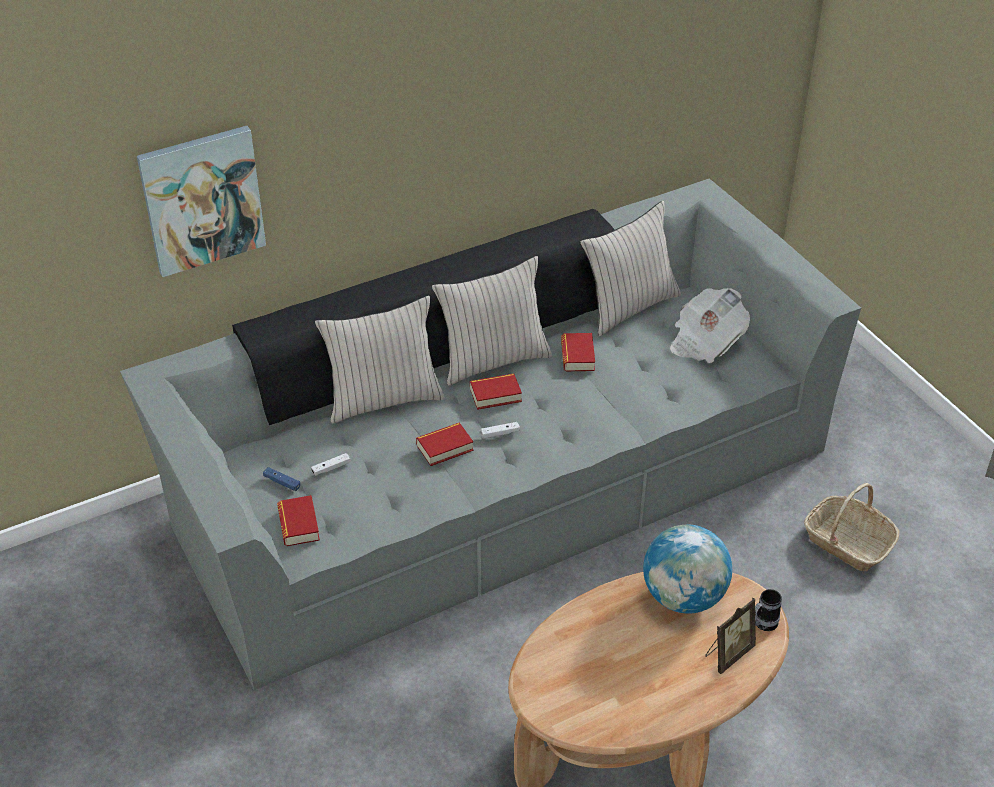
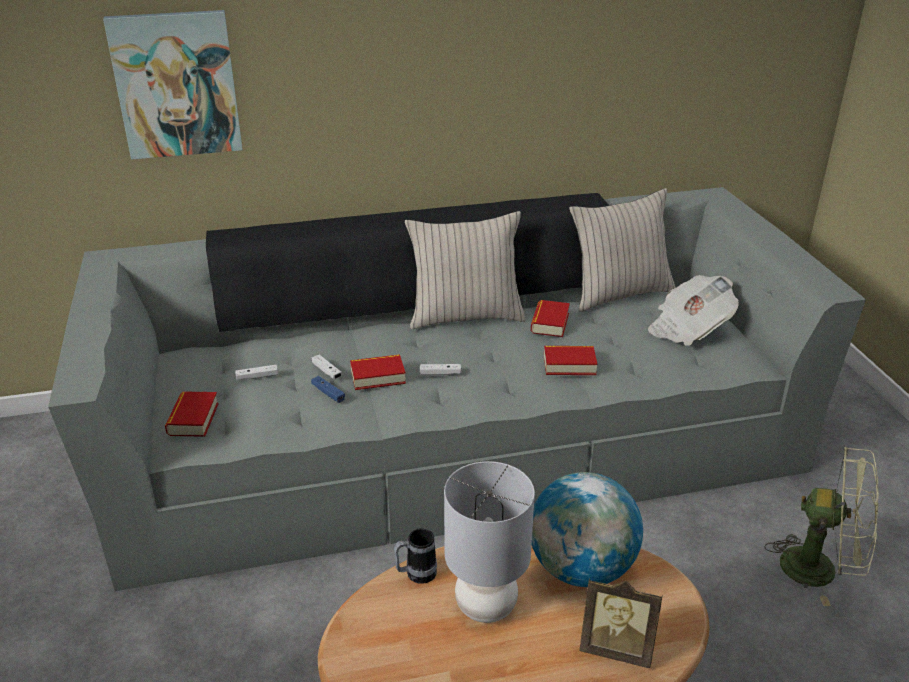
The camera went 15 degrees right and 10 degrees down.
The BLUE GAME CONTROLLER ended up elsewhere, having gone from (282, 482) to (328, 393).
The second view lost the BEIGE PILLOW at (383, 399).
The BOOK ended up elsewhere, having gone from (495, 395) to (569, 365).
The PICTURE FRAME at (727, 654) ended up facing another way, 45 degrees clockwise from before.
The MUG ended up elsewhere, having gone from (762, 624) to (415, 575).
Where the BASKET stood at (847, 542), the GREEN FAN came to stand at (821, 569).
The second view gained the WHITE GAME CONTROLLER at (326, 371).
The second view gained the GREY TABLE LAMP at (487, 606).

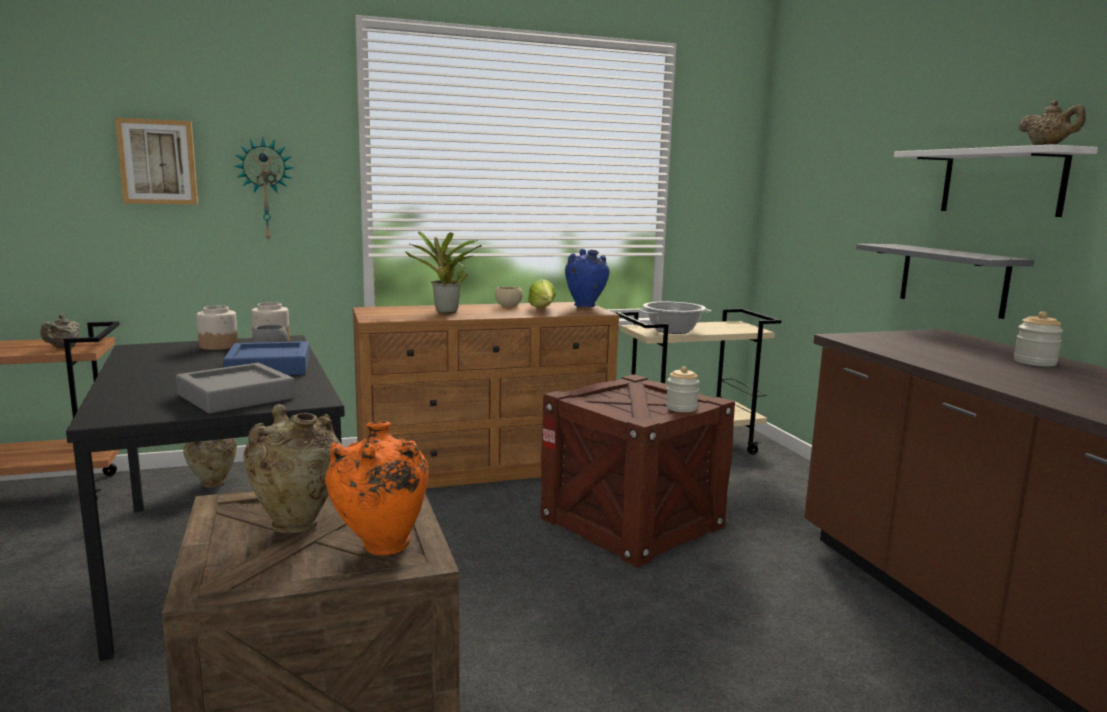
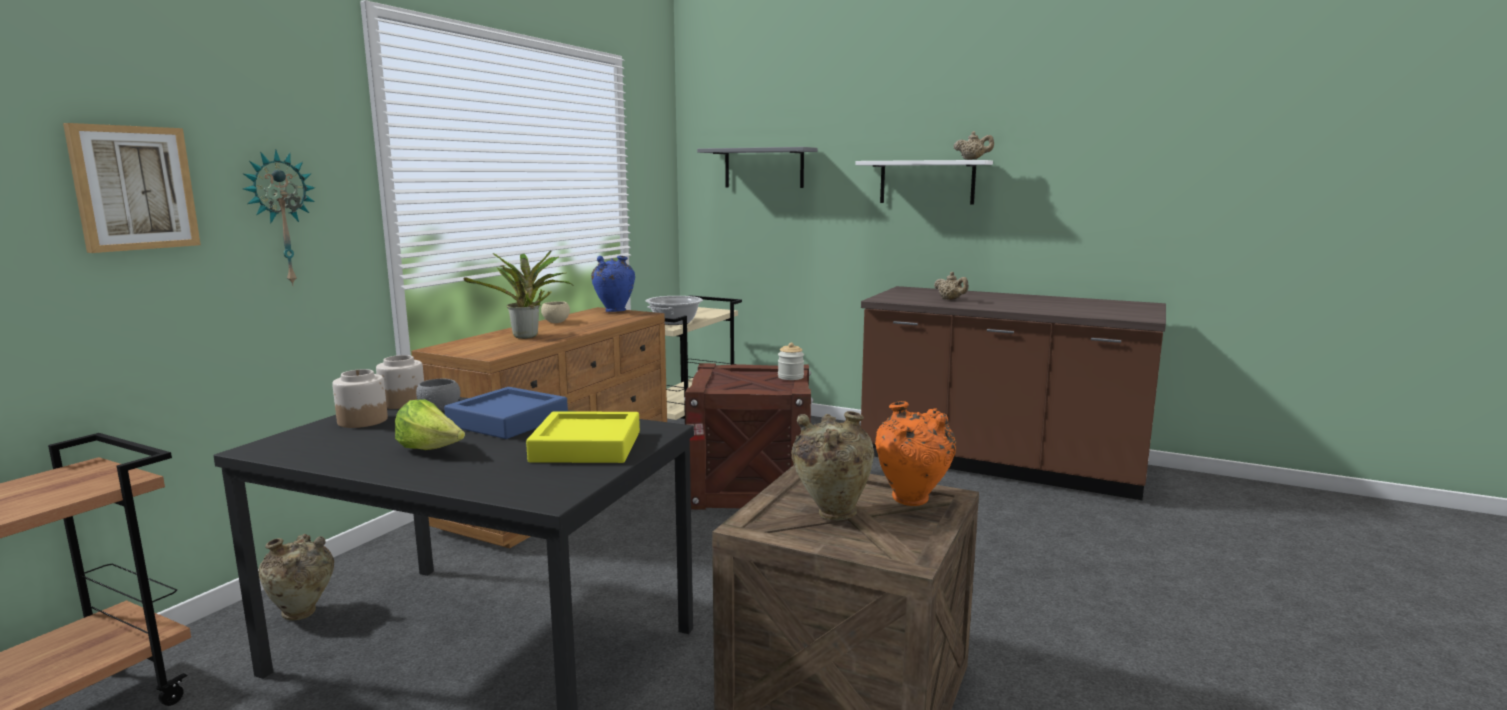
The camera went 45 degrees left and 0 degrees up.
The BEIGE TEAPOT ended up elsewhere, having gone from (63, 348) to (950, 300).
What was the GREY TRAY at (236, 396) turned into the YELLOW TRAY at (586, 446).
The LETTUCE ended up elsewhere, having gone from (543, 309) to (431, 450).
The GREY SHELF ended up elsewhere, having gone from (952, 279) to (764, 168).
The second view lost the JAR at (1034, 362).

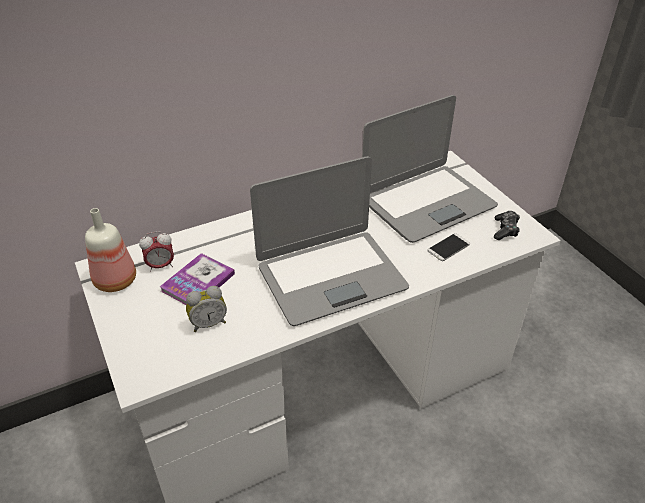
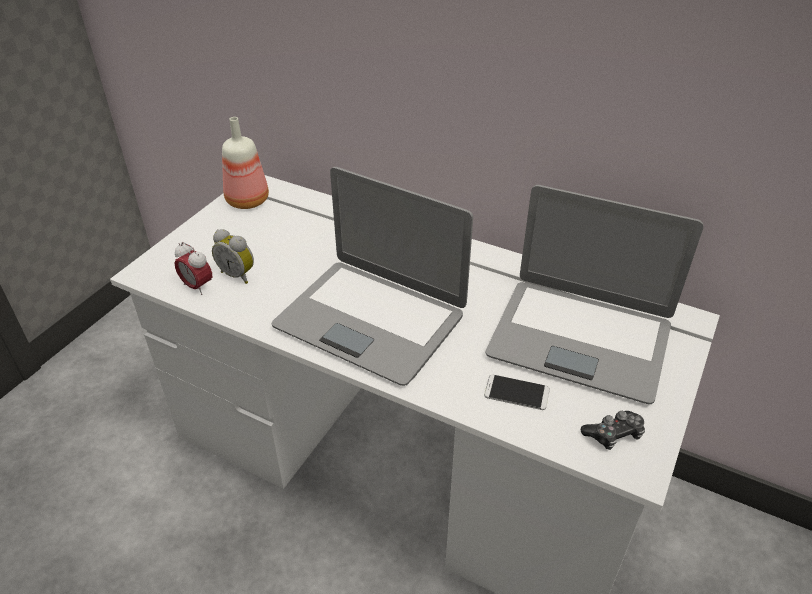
The camera went 55 degrees right and 0 degrees up.
The ALARM CLOCK ended up elsewhere, having gone from (161, 266) to (197, 286).
The second view lost the BOOK at (198, 282).

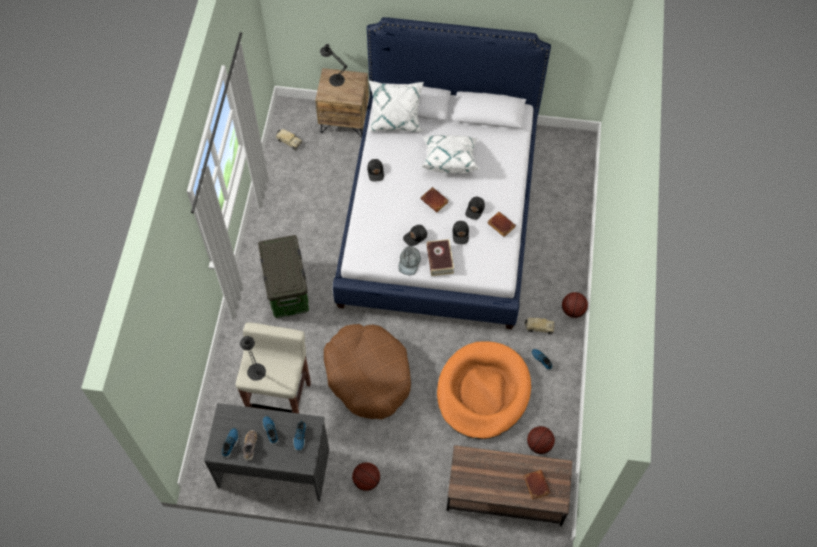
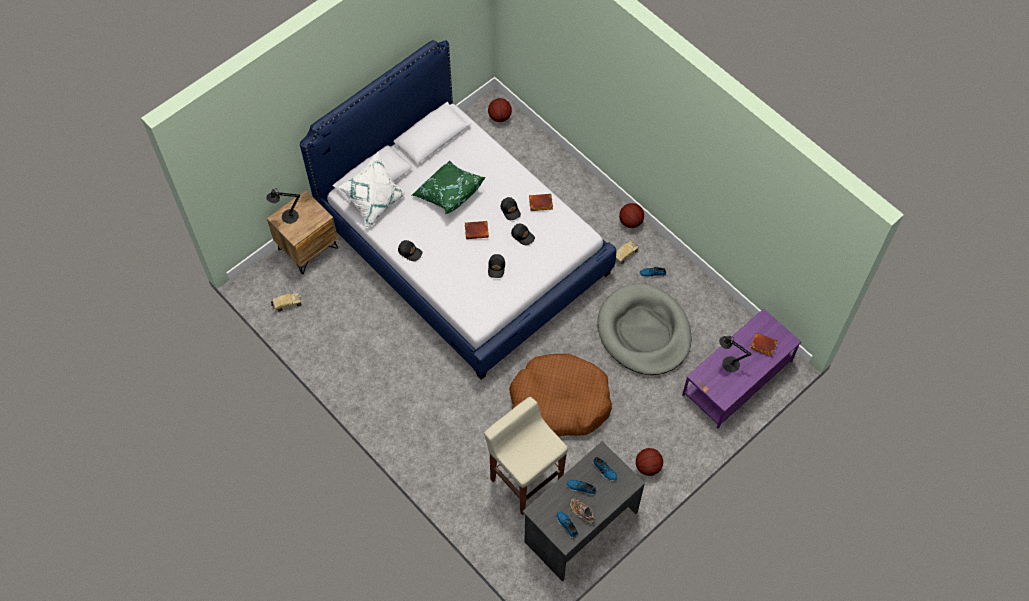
The camera went 50 degrees left and 0 degrees up.
The BLACK TABLE LAMP ended up elsewhere, having gone from (255, 369) to (728, 363).
The second view lost the STORAGE BOX at (288, 291).
The second view lost the GREY CAP at (409, 262).
What was the WHITE PILLOW at (449, 159) turned into the GREEN PILLOW at (448, 193).
The second view lost the BOOK at (439, 260).
What was the ORANGE DOG BED at (483, 392) turned into the GREY DOG BED at (644, 332).
What was the BROWN COFFEE TABLE at (505, 493) turned into the PURPLE COFFEE TABLE at (737, 378).
The BASKETBALL ended up elsewhere, having gone from (539, 444) to (500, 117).

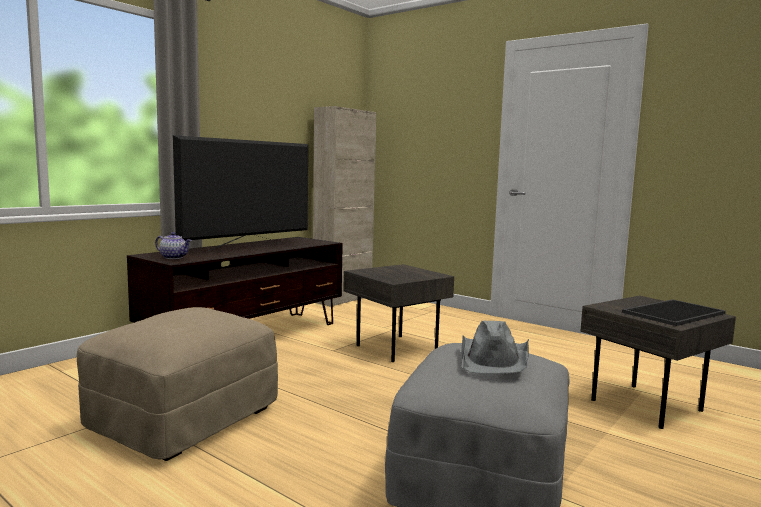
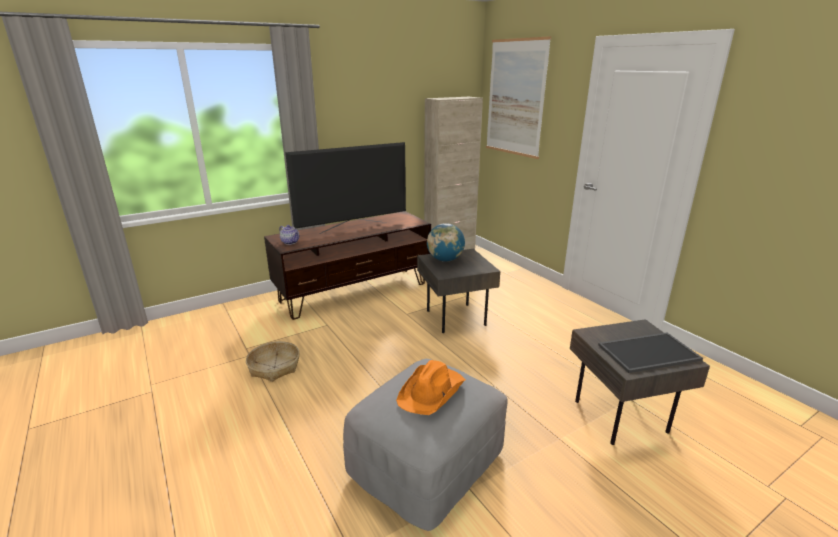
The camera went 20 degrees right and 15 degrees up.
Where the BEIGE OTTOMAN stood at (184, 418), the BASKET came to stand at (274, 367).
What was the GREY HAT at (495, 359) turned into the ORANGE HAT at (432, 391).
The second view gained the GLOBE at (445, 260).
The second view gained the PICTURE at (515, 98).

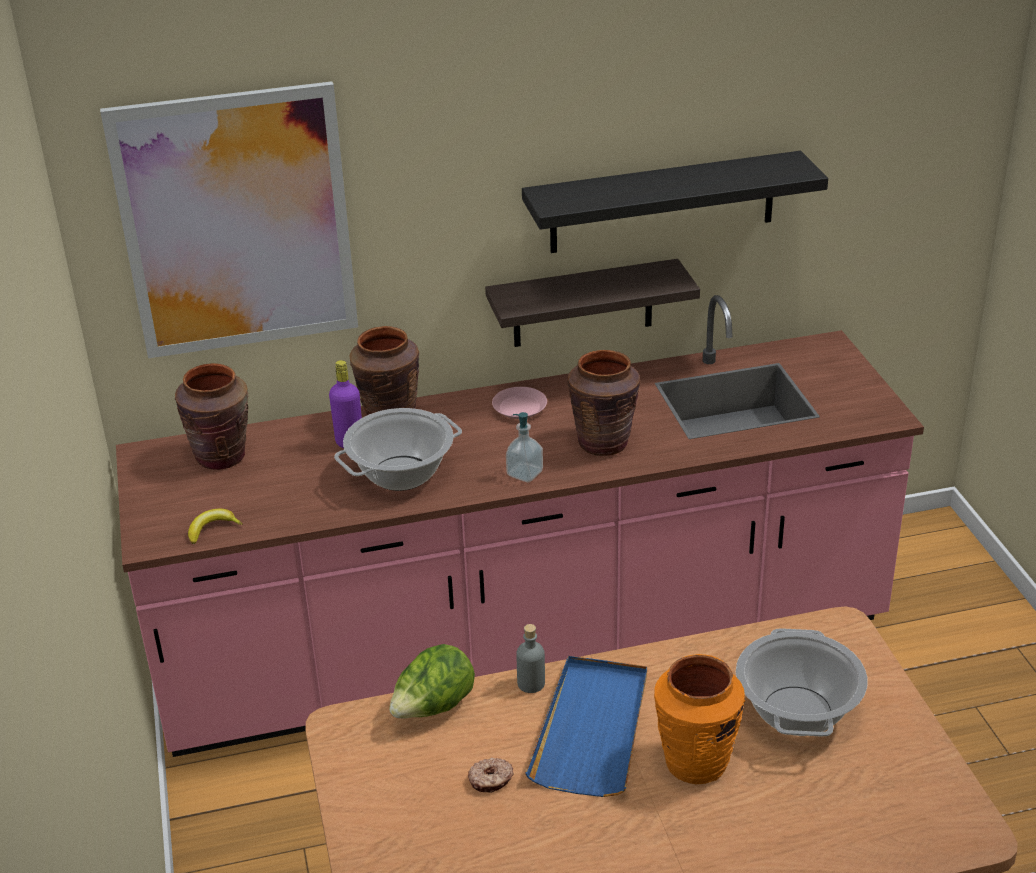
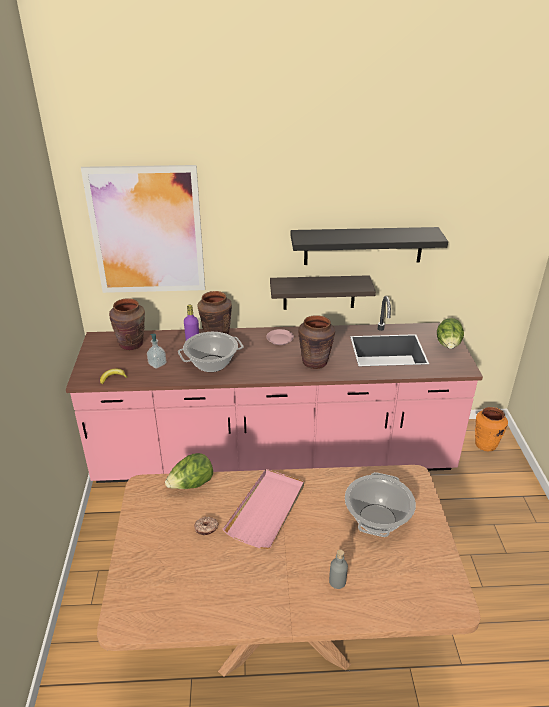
The camera went 10 degrees right and 0 degrees up.
The SOAP DISPENSER ended up elsewhere, having gone from (525, 474) to (157, 364).
The GREY BOTTLE ended up elsewhere, having gone from (531, 683) to (337, 581).
What was the BLUE TRAY at (592, 729) turned into the PINK TRAY at (267, 509).
The ORANGE VASE ended up elsewhere, having gone from (695, 762) to (485, 444).
The second view gained the LETTUCE at (448, 346).

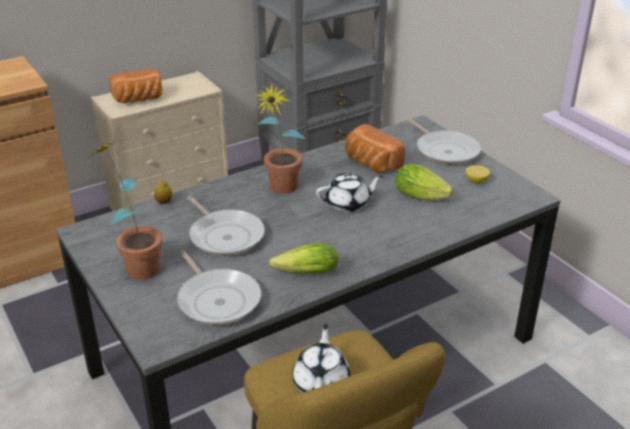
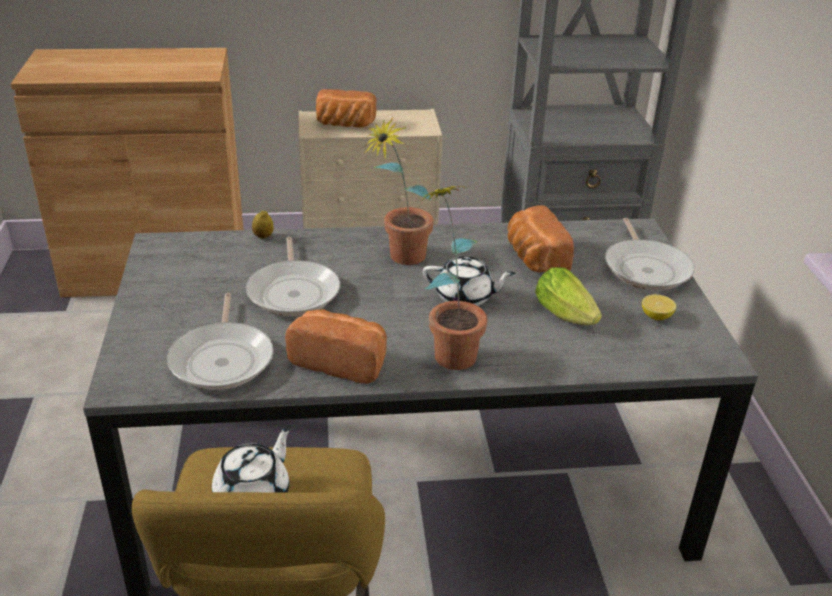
The camera went 25 degrees right and 0 degrees up.
The POTTED PLANT ended up elsewhere, having gone from (136, 265) to (449, 349).
Where the LETTUCE stood at (303, 273), the BREAD came to stand at (341, 361).

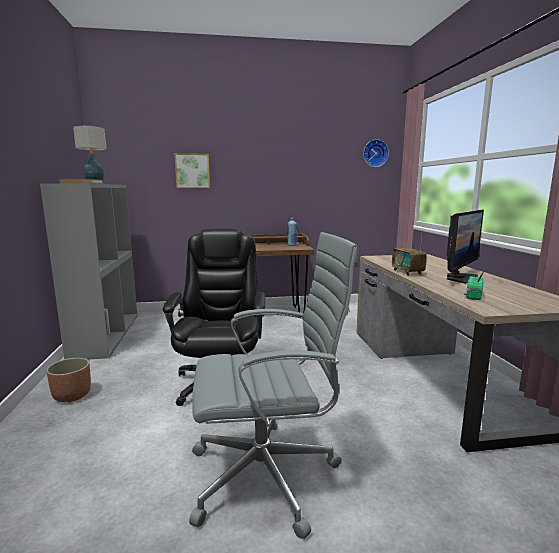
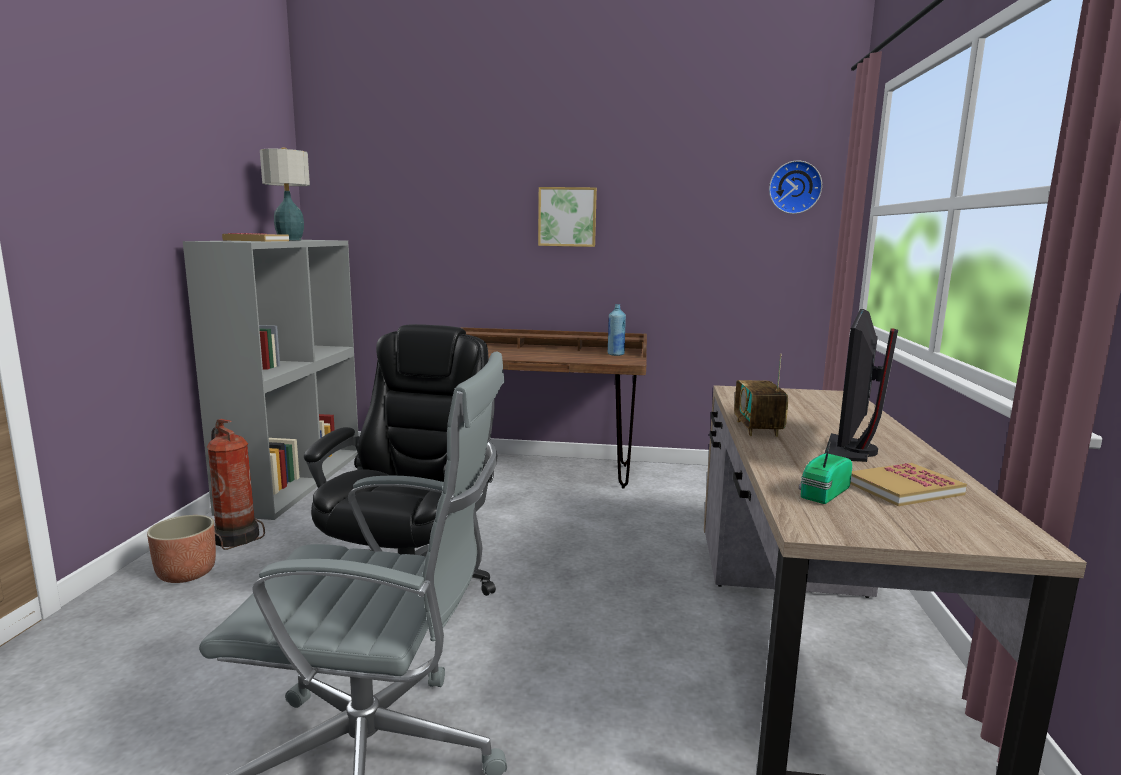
The camera went 15 degrees right and 0 degrees up.
The PICTURE ended up elsewhere, having gone from (192, 171) to (567, 217).
The MONITOR at (459, 277) ended up facing another way, 150 degrees clockwise from before.
The second view gained the FIRE EXTINGUISHER at (236, 538).
The second view gained the BOOK at (903, 488).

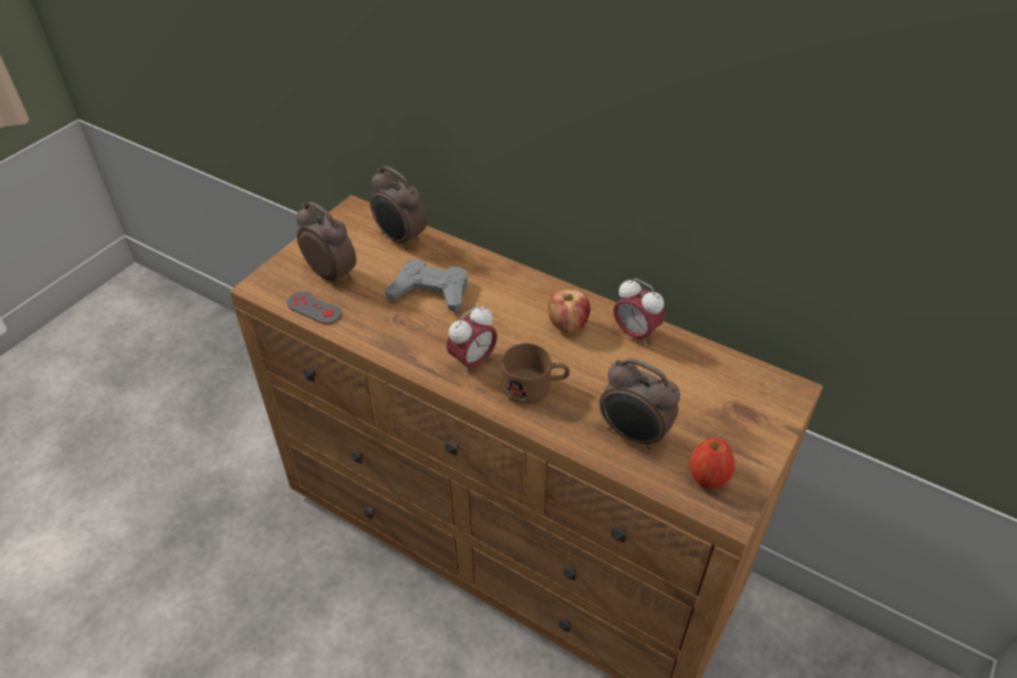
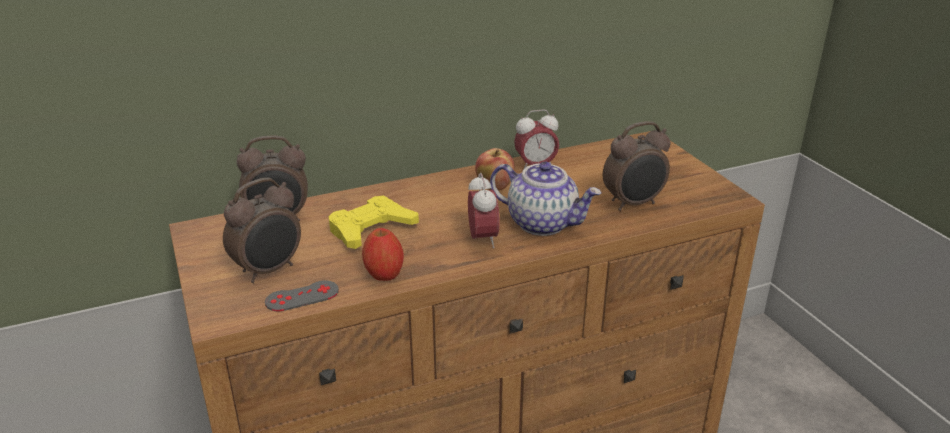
The camera went 55 degrees left and 15 degrees down.
The ALARM CLOCK at (332, 274) ended up facing another way, 150 degrees clockwise from before.
What was the GREY GAME CONTROLLER at (430, 292) turned into the YELLOW GAME CONTROLLER at (371, 229).
Where the BROWN MUG stood at (535, 387), the TEAPOT came to stand at (543, 223).
The APPLE ended up elsewhere, having gone from (708, 477) to (384, 275).

